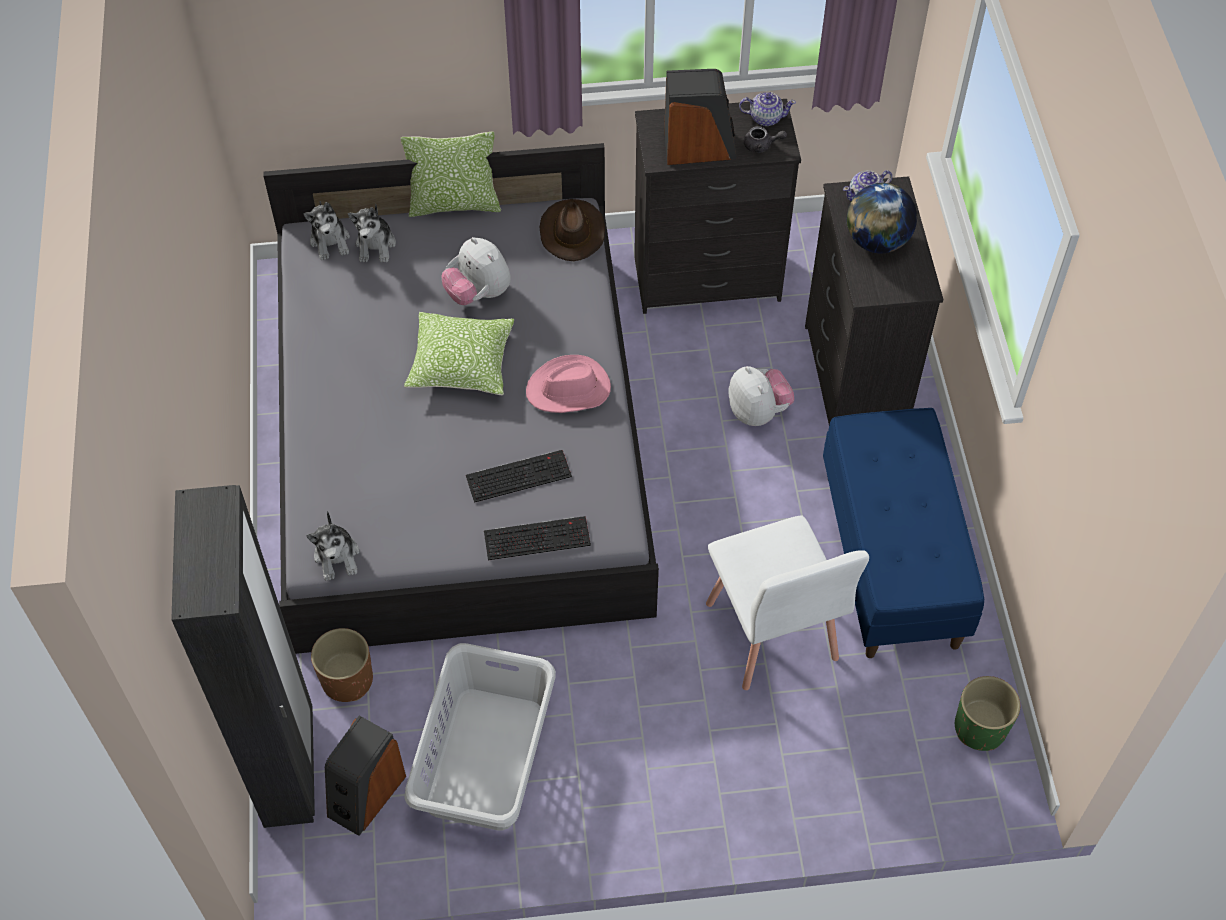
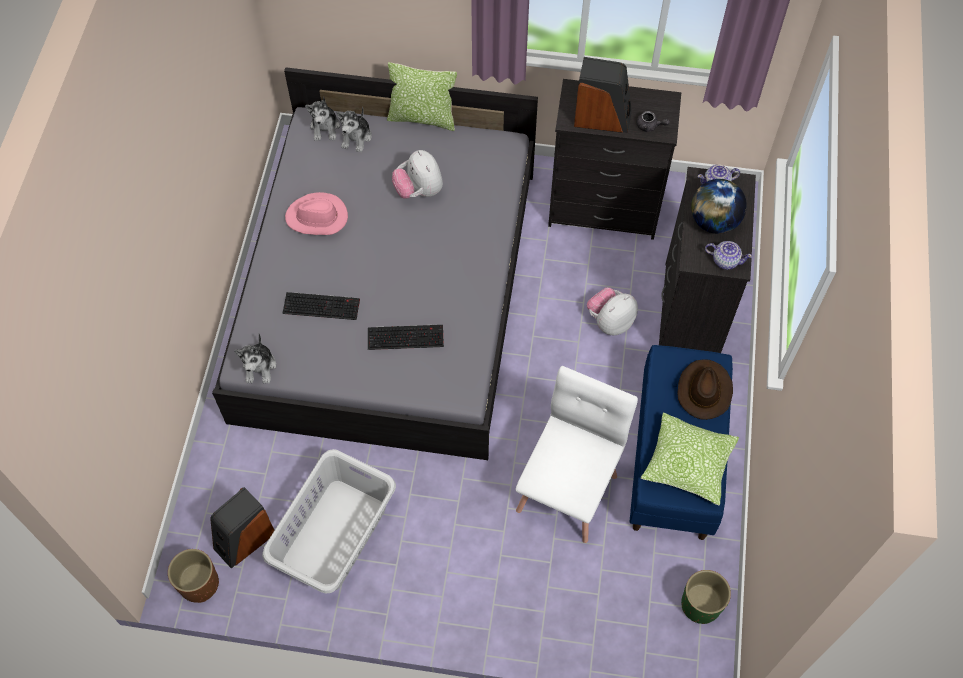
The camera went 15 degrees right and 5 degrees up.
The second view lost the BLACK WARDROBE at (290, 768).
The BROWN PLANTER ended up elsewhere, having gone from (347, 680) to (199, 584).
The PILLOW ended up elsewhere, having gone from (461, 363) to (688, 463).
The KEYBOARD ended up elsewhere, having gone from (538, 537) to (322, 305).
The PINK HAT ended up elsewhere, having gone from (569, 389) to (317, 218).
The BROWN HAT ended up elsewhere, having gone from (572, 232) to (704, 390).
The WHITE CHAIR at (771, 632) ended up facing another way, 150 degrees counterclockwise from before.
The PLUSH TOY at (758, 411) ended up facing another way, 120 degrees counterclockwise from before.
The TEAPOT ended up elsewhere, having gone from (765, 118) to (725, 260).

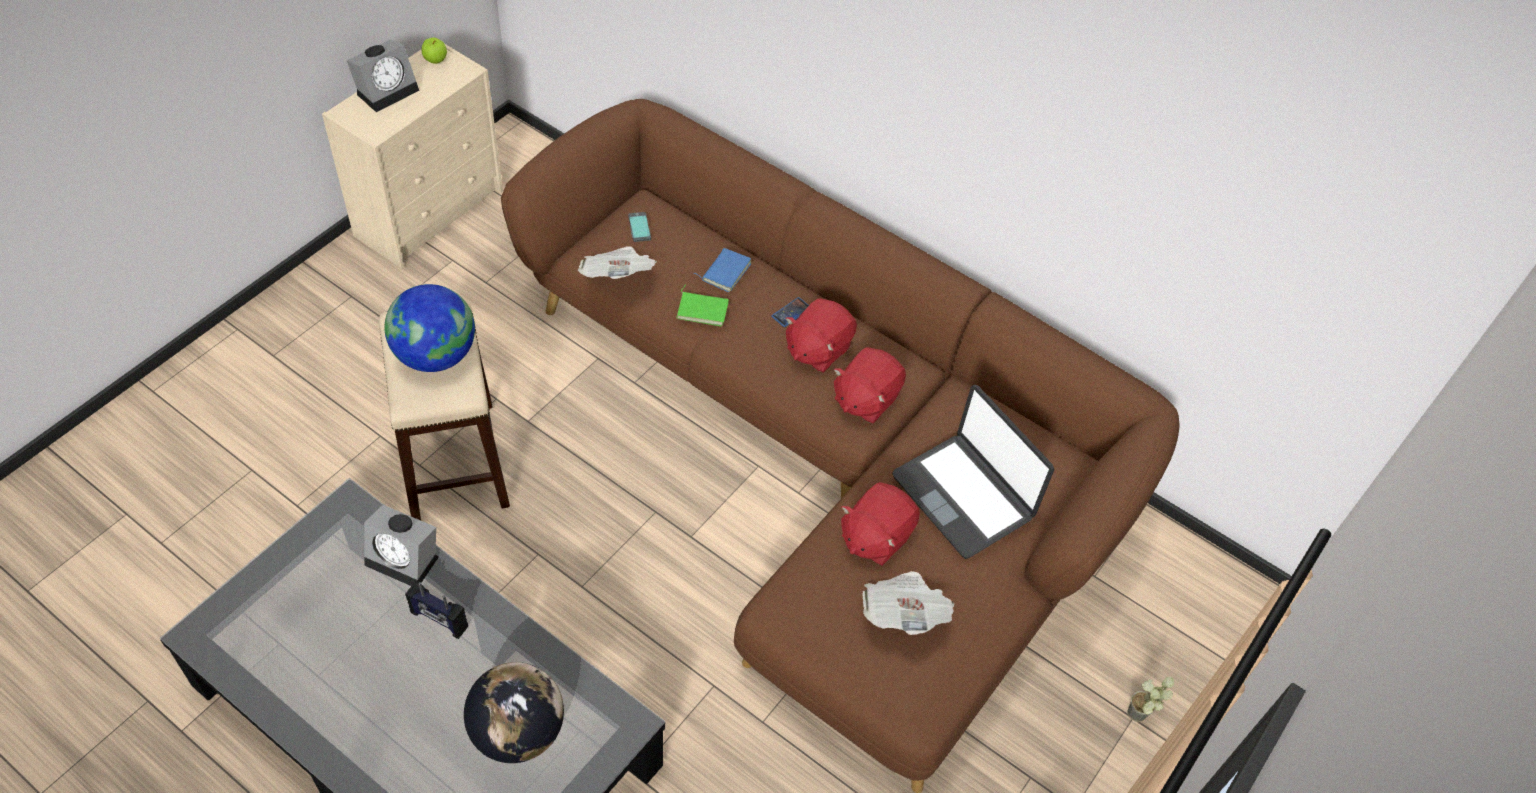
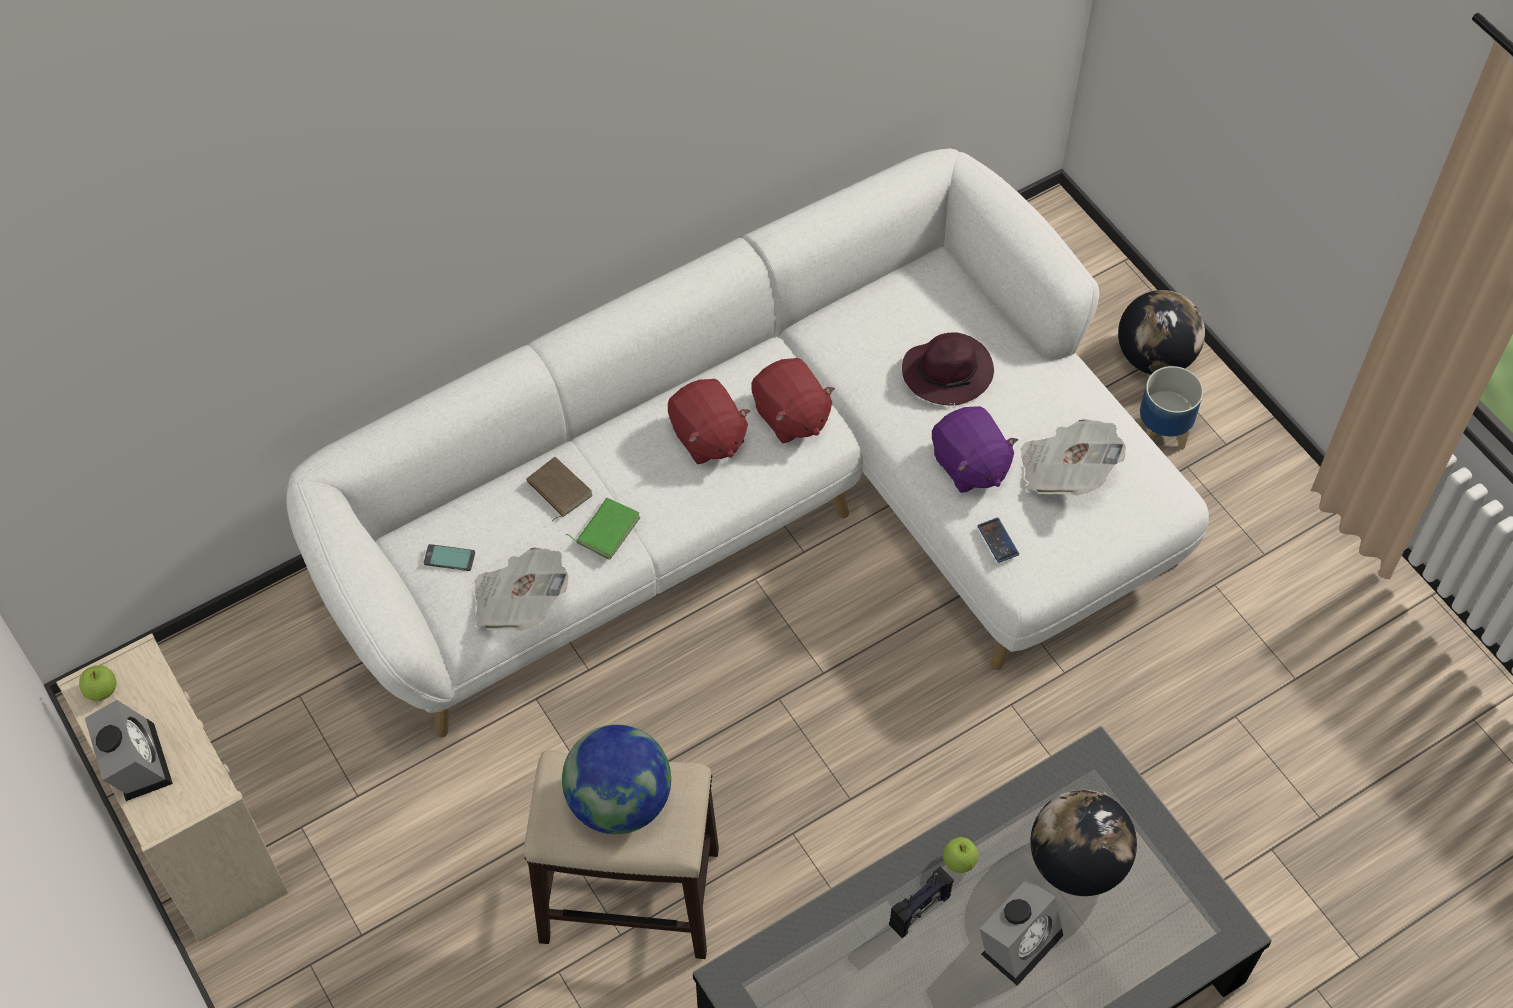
The camera went 65 degrees left and 5 degrees up.
The ALARM CLOCK ended up elsewhere, having gone from (405, 559) to (1020, 940).
What was the BROWN SOFA at (830, 459) turned into the WHITE SOFA at (771, 506).
What was the BLUE BOOK at (725, 271) turned into the BROWN BOOK at (557, 490).
The PHONE ended up elsewhere, having gone from (791, 312) to (998, 540).
What was the RED PLUSH TOY at (875, 536) turned into the PURPLE PLUSH TOY at (969, 465).
Where the LAPTOP stood at (963, 496), the PURPLE HAT came to stand at (948, 372).
Where the POTTED PLANT stood at (1138, 719), the GLOBE came to stand at (1155, 358).
The second view gained the APPLE at (959, 862).
The second view gained the PLANTER at (1162, 431).

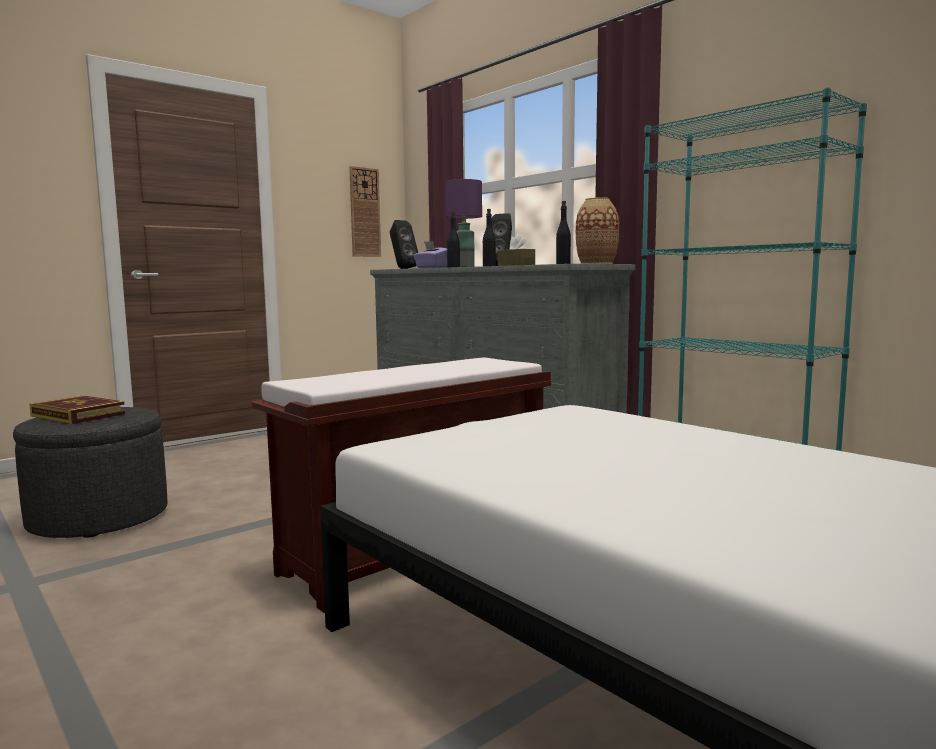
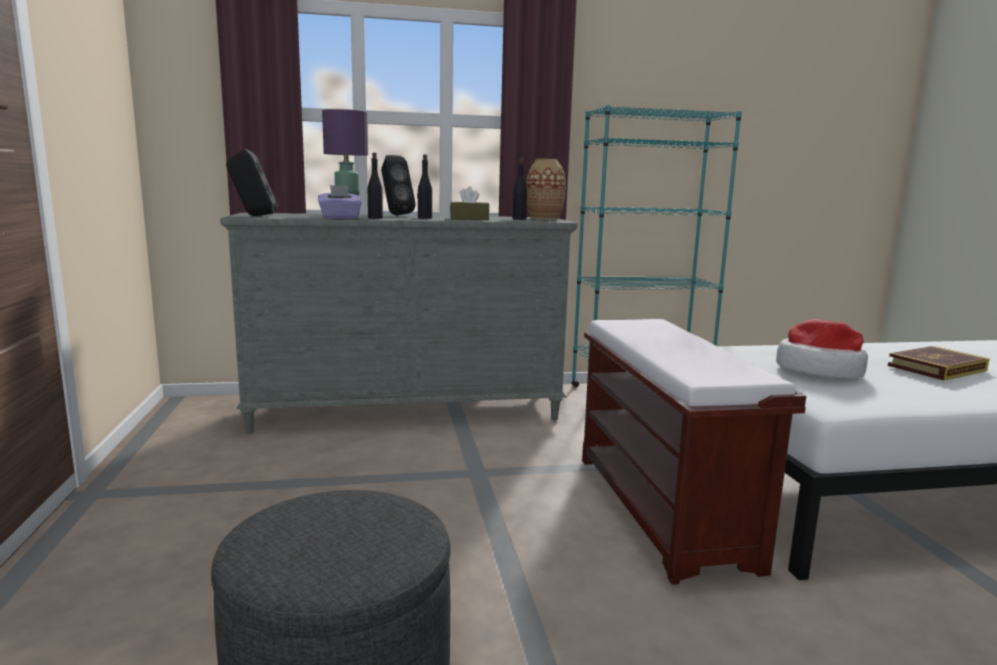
The camera went 60 degrees left and 5 degrees up.
The BOOK ended up elsewhere, having gone from (78, 415) to (936, 368).
The second view lost the WALL CLOCK at (365, 212).
The second view gained the HAT at (819, 371).

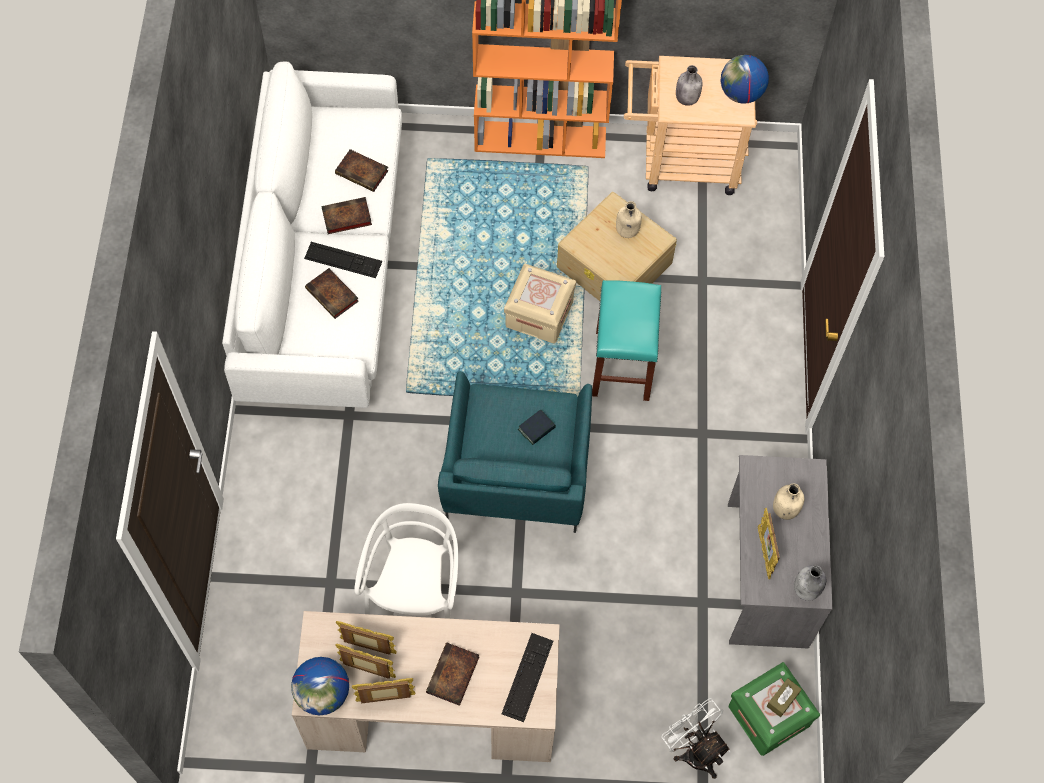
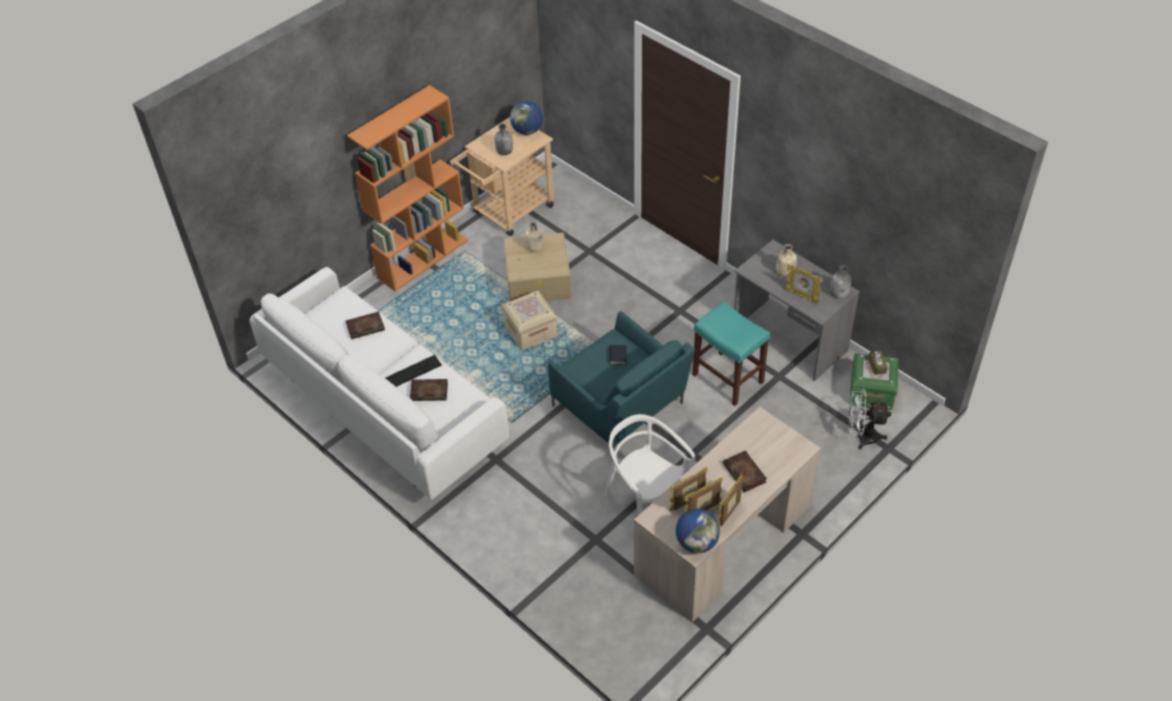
The camera went 45 degrees left and 15 degrees down.
The second view lost the BOOK at (345, 218).
The second view lost the KEYBOARD at (527, 677).
The TURQUOISE STOOL ended up elsewhere, having gone from (621, 364) to (727, 378).

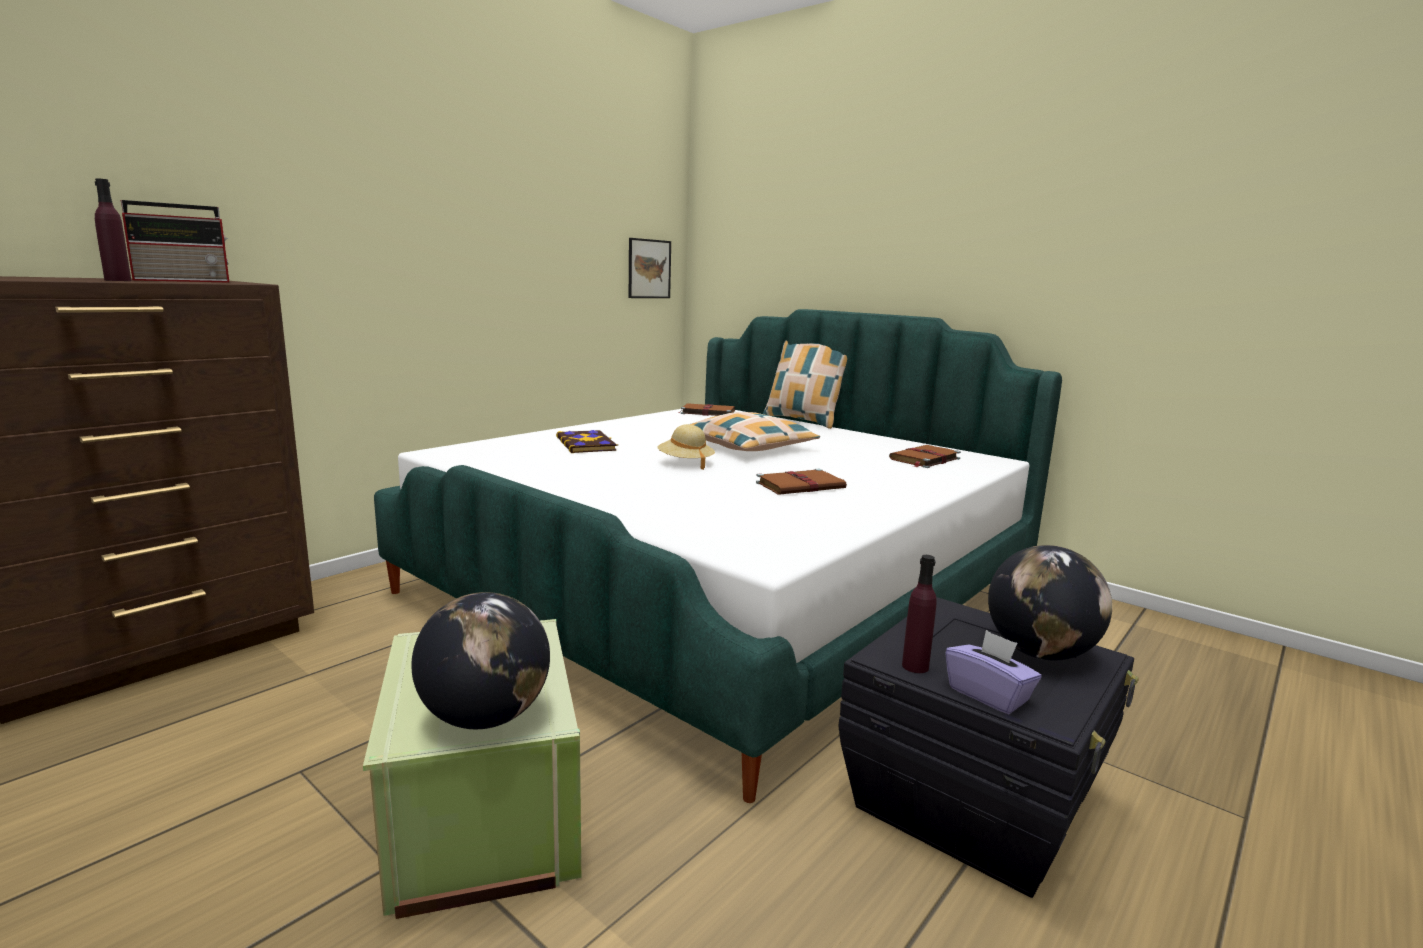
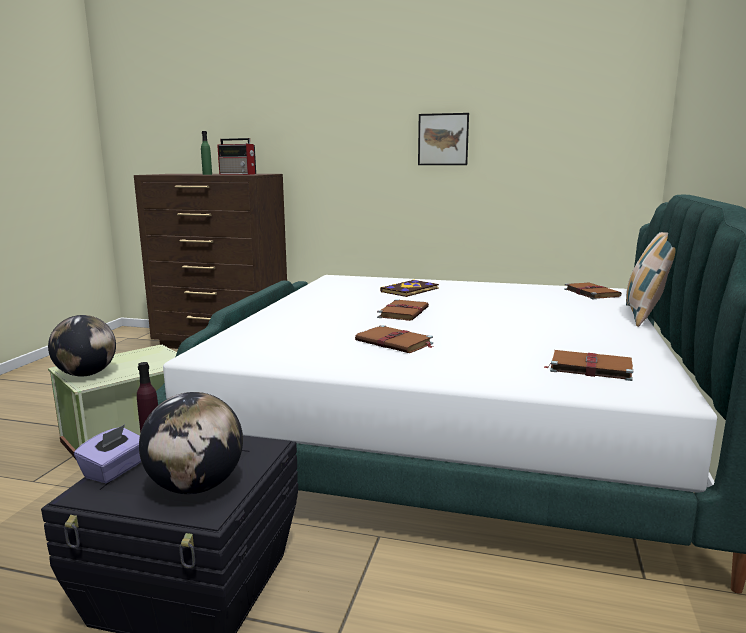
The camera went 65 degrees right and 0 degrees up.
What was the PURPLE BOTTLE at (118, 280) turned into the GREEN BOTTLE at (207, 174).
The PICTURE ended up elsewhere, having gone from (649, 269) to (443, 139).
Where the BEIGE HAT stood at (685, 463), the BROWN BOOK came to stand at (403, 312).
The second view lost the PILLOW at (748, 447).

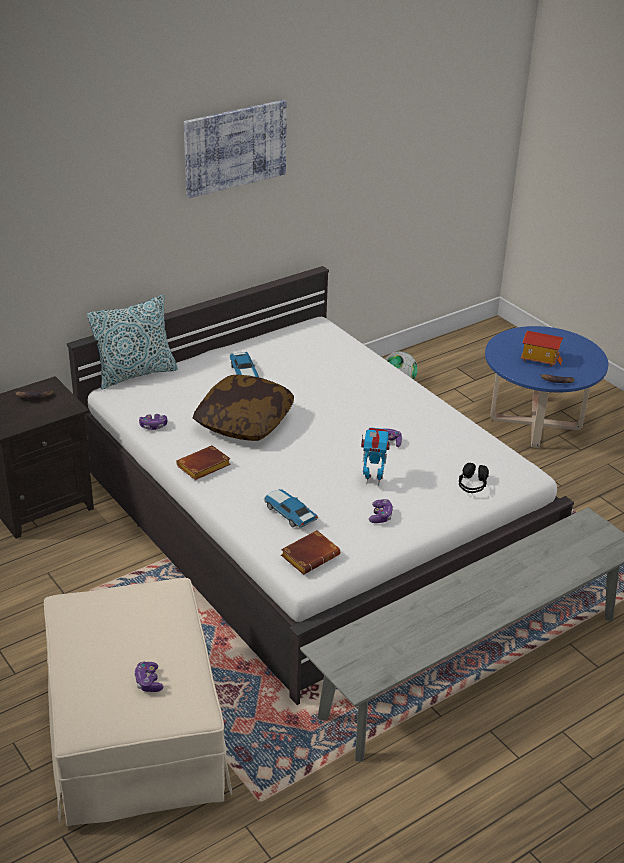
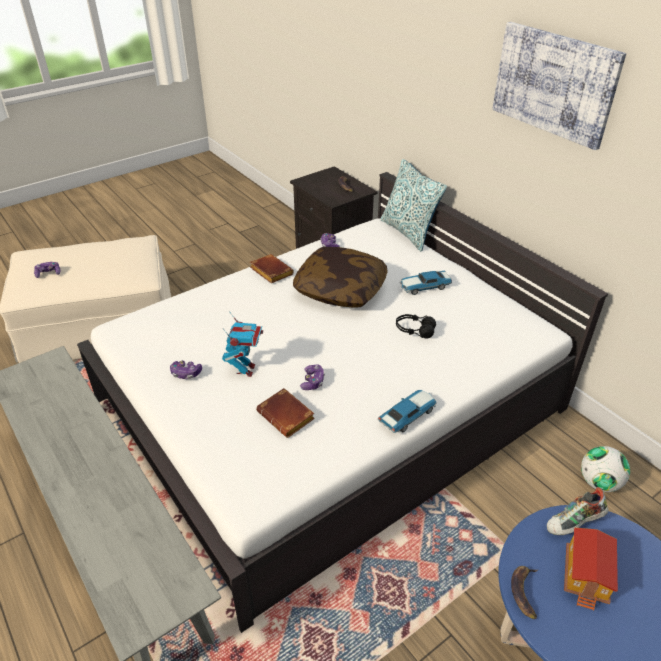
The camera went 90 degrees right and 5 degrees up.
The TOY CAR ended up elsewhere, having gone from (289, 513) to (408, 415).
The BROWN BOOK ended up elsewhere, having gone from (310, 555) to (288, 416).
The BLACK HEADPHONES ended up elsewhere, having gone from (472, 485) to (414, 330).
The second view gained the SHOE at (574, 524).

